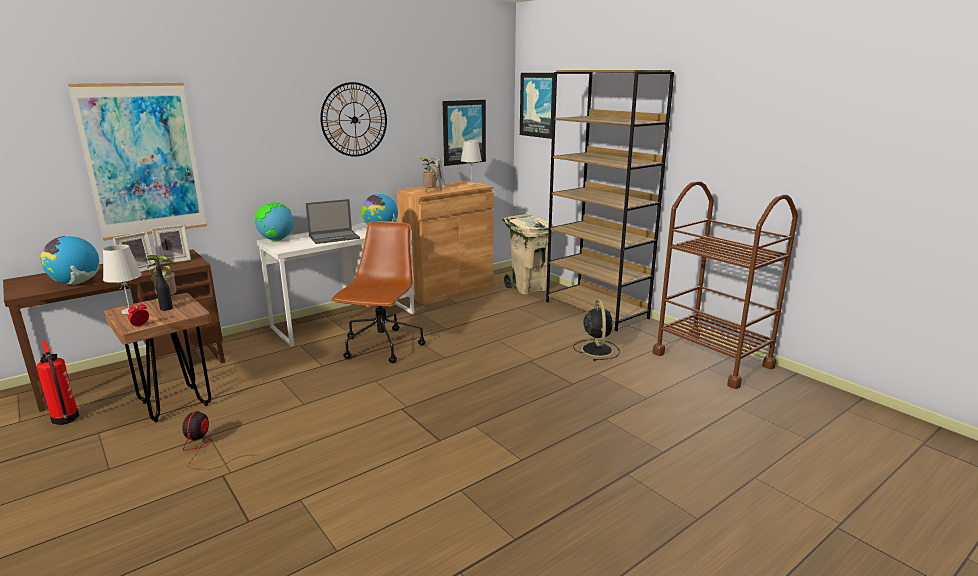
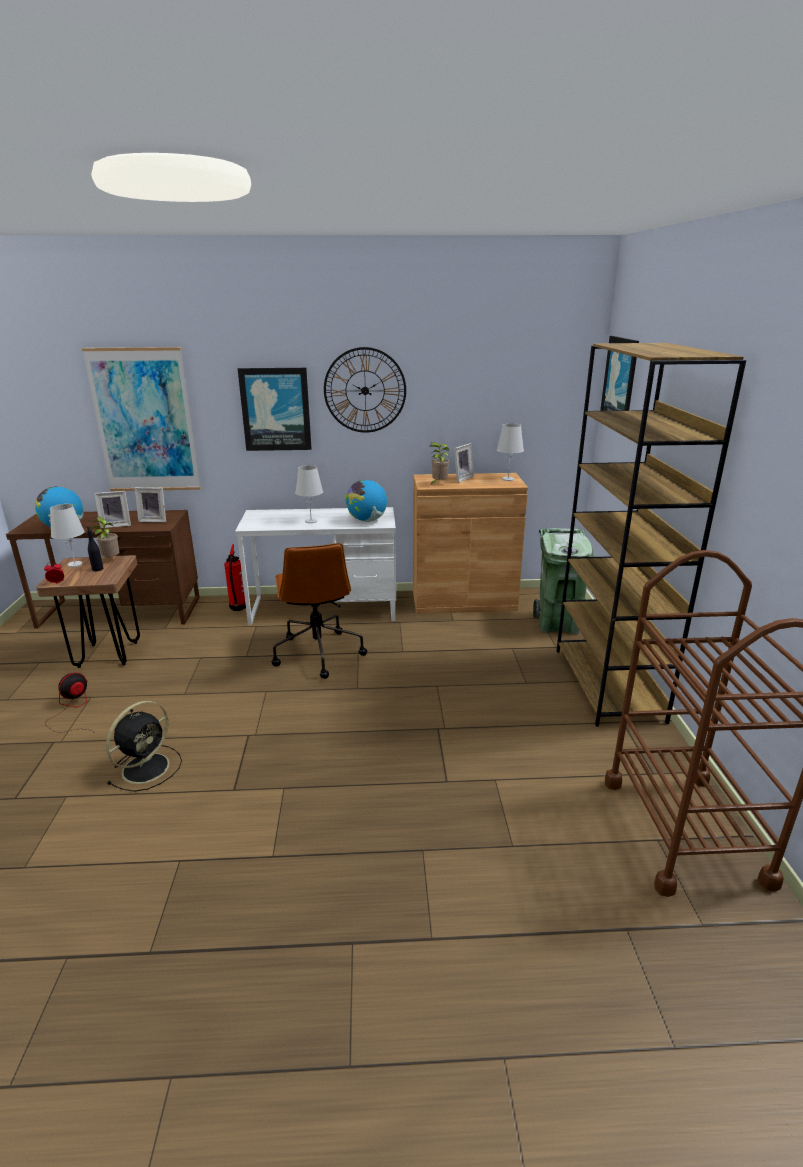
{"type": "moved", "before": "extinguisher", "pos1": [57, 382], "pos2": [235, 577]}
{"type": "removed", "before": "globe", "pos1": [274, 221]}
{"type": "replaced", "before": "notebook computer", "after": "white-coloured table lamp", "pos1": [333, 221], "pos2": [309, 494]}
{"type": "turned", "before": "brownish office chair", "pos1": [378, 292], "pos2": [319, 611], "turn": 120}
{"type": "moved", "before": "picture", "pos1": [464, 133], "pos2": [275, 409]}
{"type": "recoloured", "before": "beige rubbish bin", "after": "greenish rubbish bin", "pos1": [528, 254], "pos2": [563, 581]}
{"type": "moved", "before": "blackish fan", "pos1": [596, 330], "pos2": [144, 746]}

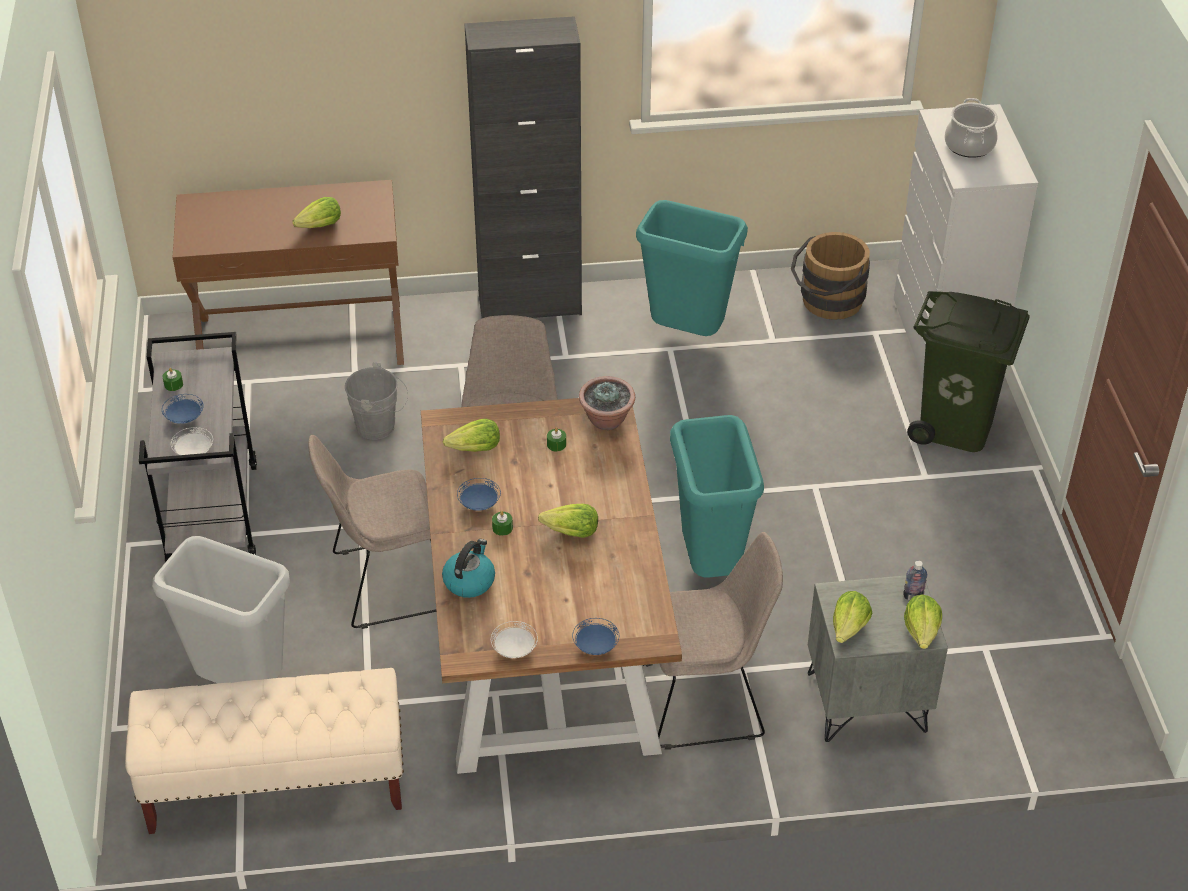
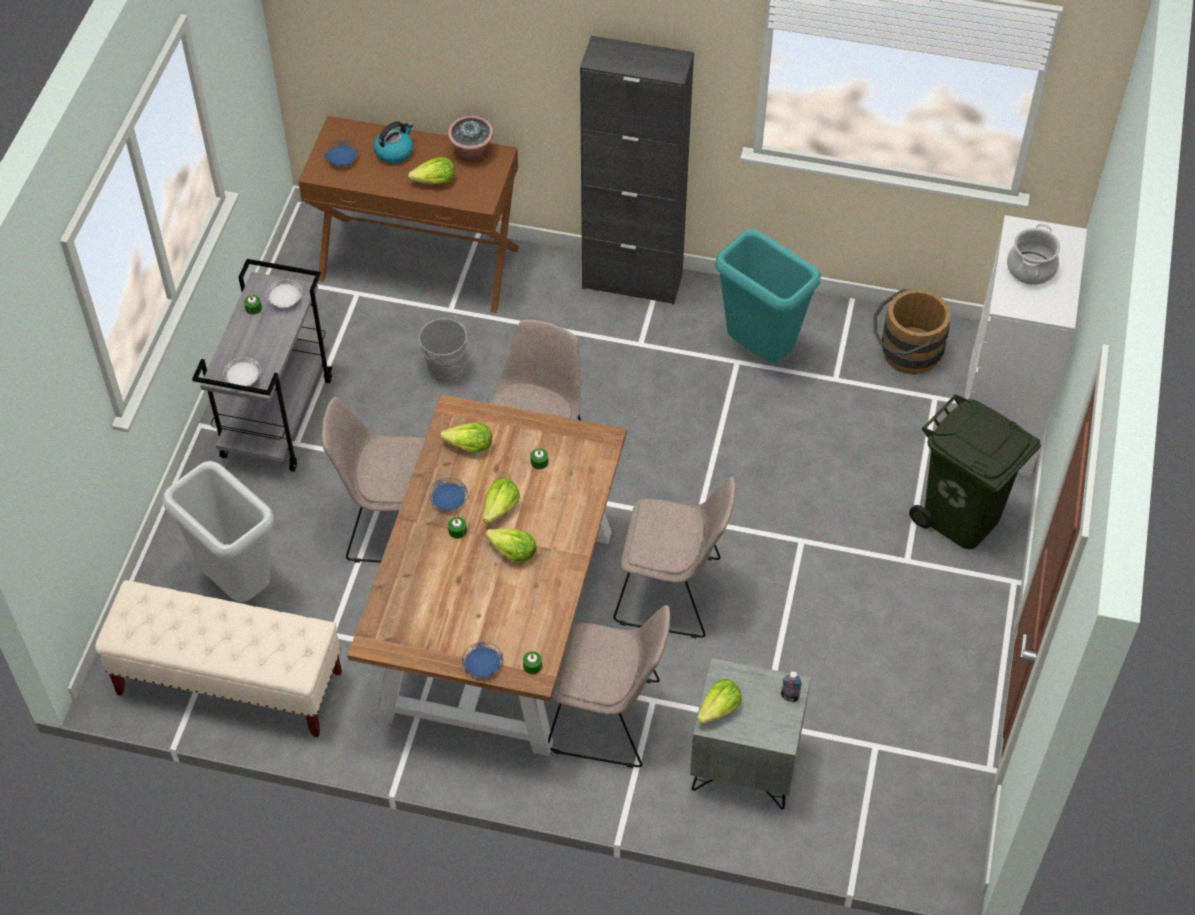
{"type": "moved", "before": "bluish plate", "pos1": [183, 409], "pos2": [341, 153]}
{"type": "moved", "before": "tea kettle", "pos1": [468, 568], "pos2": [393, 142]}
{"type": "moved", "before": "white-coloured plate", "pos1": [514, 639], "pos2": [284, 293]}
{"type": "moved", "before": "potted plant", "pos1": [607, 403], "pos2": [471, 137]}
{"type": "replaced", "before": "turquoise rubbish bin", "after": "beige upright chair", "pos1": [717, 496], "pos2": [674, 557]}
{"type": "moved", "before": "lettuce", "pos1": [923, 621], "pos2": [501, 501]}
{"type": "added", "after": "greenish candle", "pos2": [532, 662]}

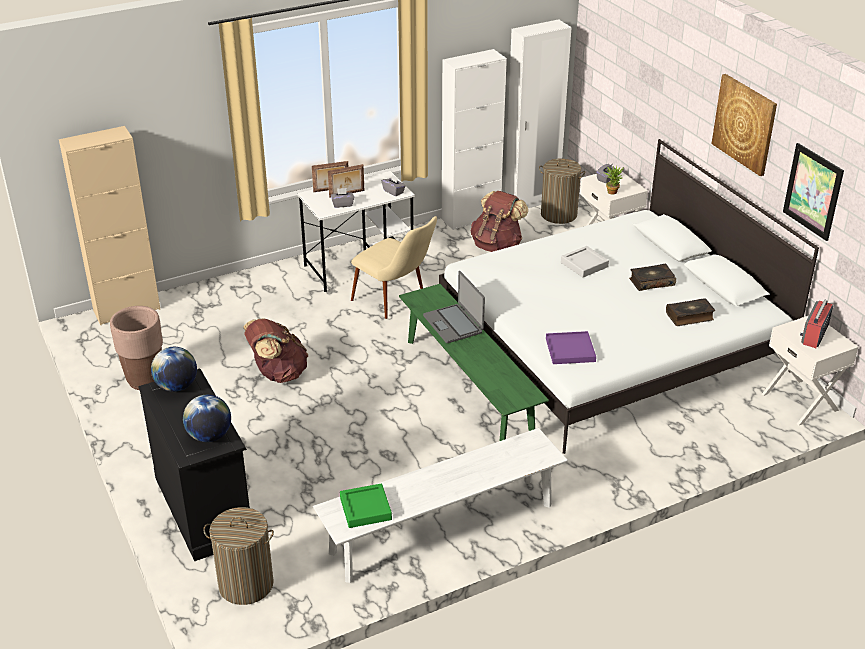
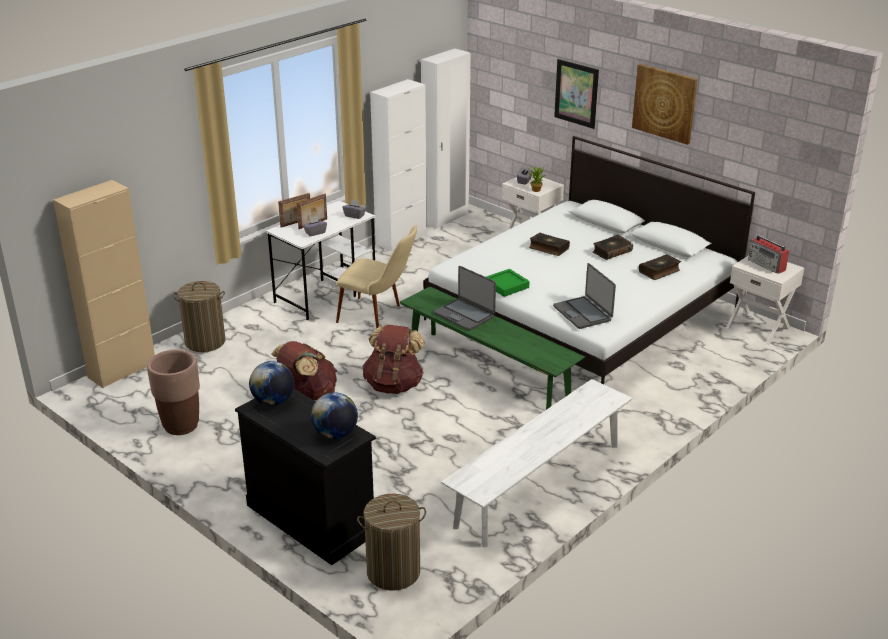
{"type": "moved", "before": "greenish carrying tray", "pos1": [366, 505], "pos2": [508, 283]}
{"type": "moved", "before": "brownish knapsack", "pos1": [499, 221], "pos2": [393, 359]}
{"type": "moved", "before": "hamper", "pos1": [562, 191], "pos2": [199, 316]}
{"type": "replaced", "before": "purplish carrying tray", "after": "notebook computer", "pos1": [571, 347], "pos2": [584, 296]}
{"type": "replaced", "before": "grey carrying tray", "after": "volume", "pos1": [585, 262], "pos2": [549, 244]}
{"type": "moved", "before": "picture", "pos1": [813, 192], "pos2": [576, 94]}
{"type": "turned", "before": "radio receiver", "pos1": [816, 323], "pos2": [768, 254], "turn": -45}

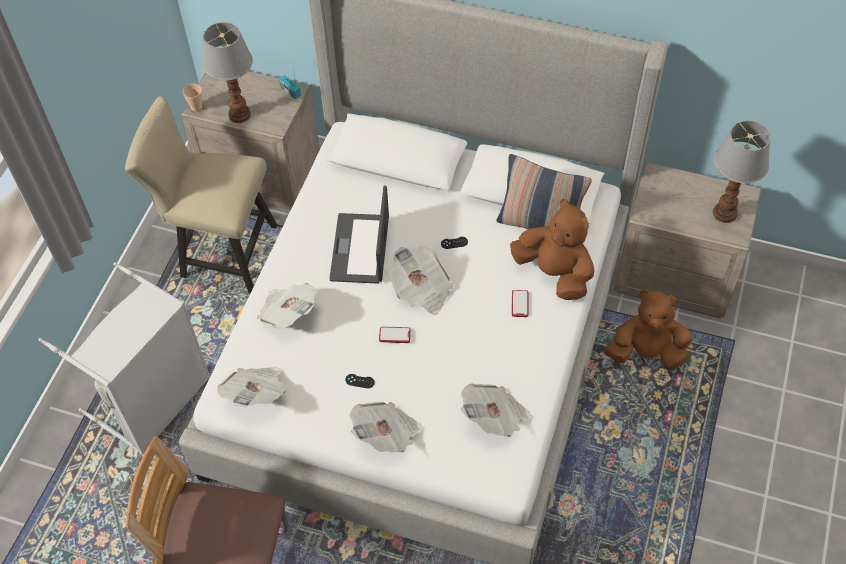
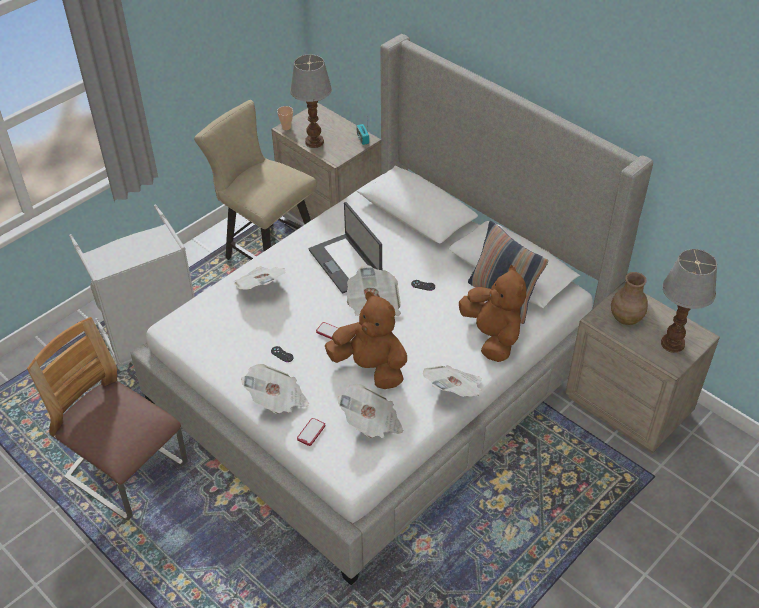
{"type": "moved", "before": "printed paper", "pos1": [251, 387], "pos2": [452, 381]}
{"type": "turned", "before": "notebook computer", "pos1": [359, 235], "pos2": [345, 247], "turn": -60}
{"type": "moved", "before": "handset", "pos1": [520, 303], "pos2": [311, 432]}
{"type": "moved", "before": "brownish soft toy", "pos1": [649, 330], "pos2": [366, 340]}
{"type": "added", "after": "brownish flower vase", "pos2": [629, 298]}

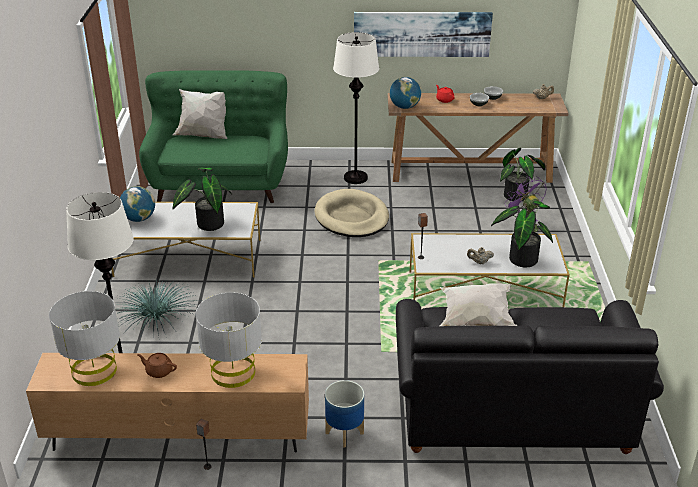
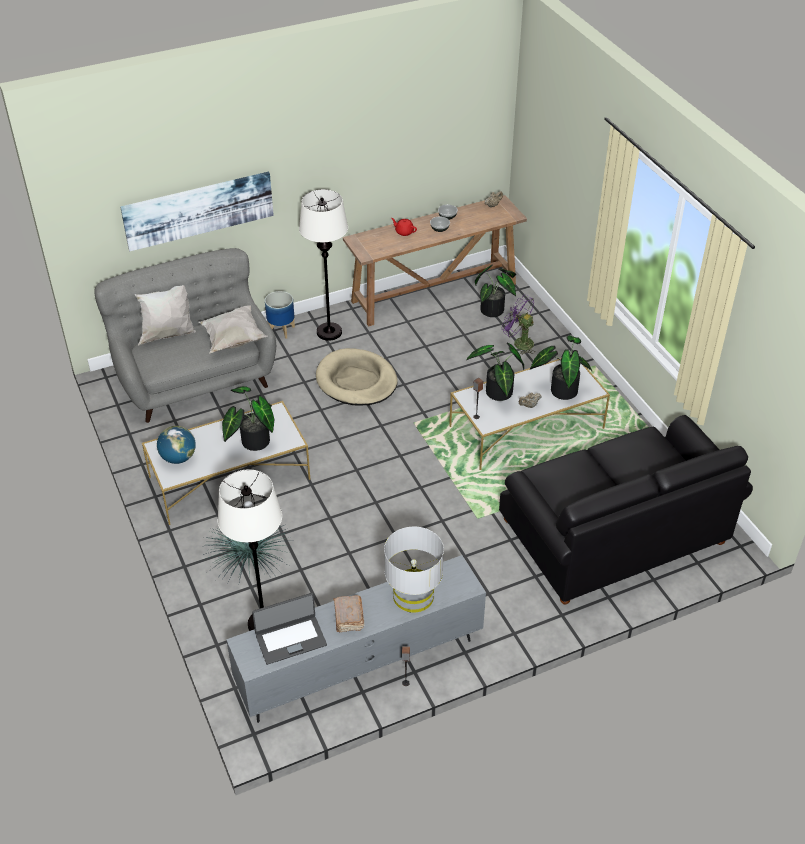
{"type": "recoloured", "before": "brownish tv unit", "after": "grey tv unit", "pos1": [167, 403], "pos2": [356, 639]}
{"type": "replaced", "before": "grey table lamp", "after": "notebook computer", "pos1": [84, 338], "pos2": [289, 629]}
{"type": "replaced", "before": "brownish pot for tea", "after": "brownish volume", "pos1": [157, 365], "pos2": [348, 613]}
{"type": "recoloured", "before": "greenish sofa", "after": "grey sofa", "pos1": [213, 136], "pos2": [185, 335]}
{"type": "moved", "before": "flower pot", "pos1": [344, 413], "pos2": [280, 315]}
{"type": "moved", "before": "picture", "pos1": [423, 34], "pos2": [197, 211]}
{"type": "removed", "before": "globe", "pos1": [405, 93]}
{"type": "moved", "before": "white-coloured cushion", "pos1": [478, 304], "pos2": [233, 329]}
{"type": "added", "after": "potted plant", "pos2": [495, 371]}

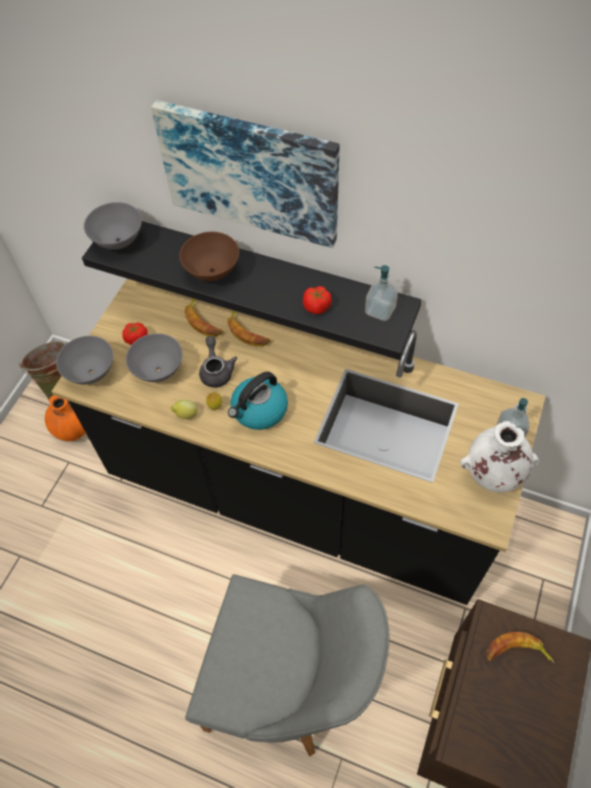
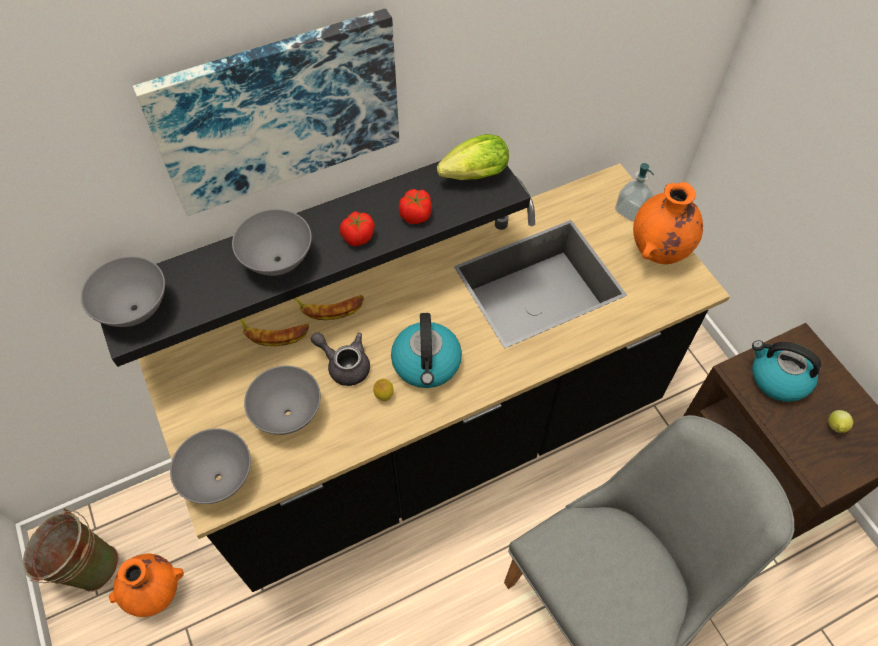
{"type": "moved", "before": "fresh tomato", "pos1": [135, 333], "pos2": [357, 229]}
{"type": "moved", "before": "citrus fruit", "pos1": [184, 409], "pos2": [840, 421]}
{"type": "recoloured", "before": "brownish deep dish", "after": "grey deep dish", "pos1": [209, 256], "pos2": [272, 242]}
{"type": "replaced", "before": "liquid soap bottle", "after": "lettuce", "pos1": [381, 293], "pos2": [473, 157]}
{"type": "recoloured", "before": "white-coloured flower vase", "after": "orange-coloured flower vase", "pos1": [499, 457], "pos2": [668, 223]}
{"type": "replaced", "before": "banana", "after": "tea kettle", "pos1": [521, 647], "pos2": [786, 371]}

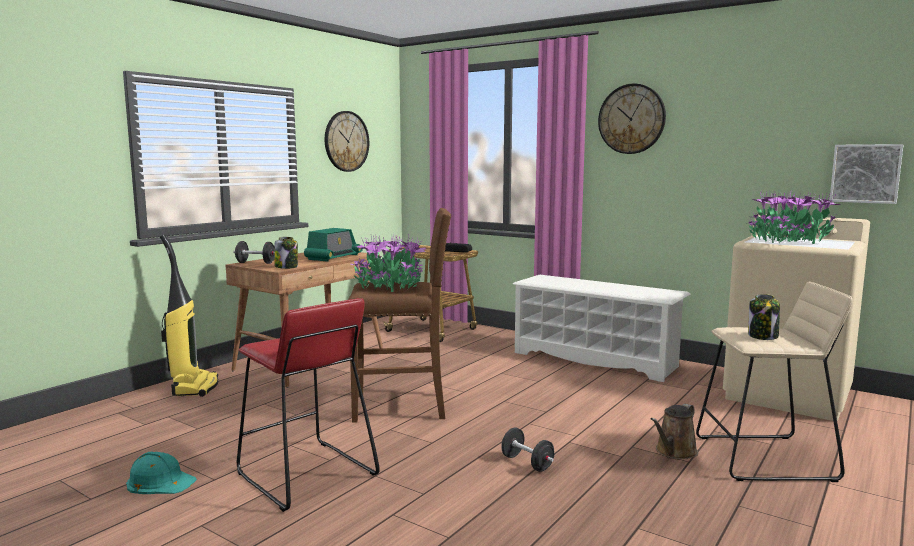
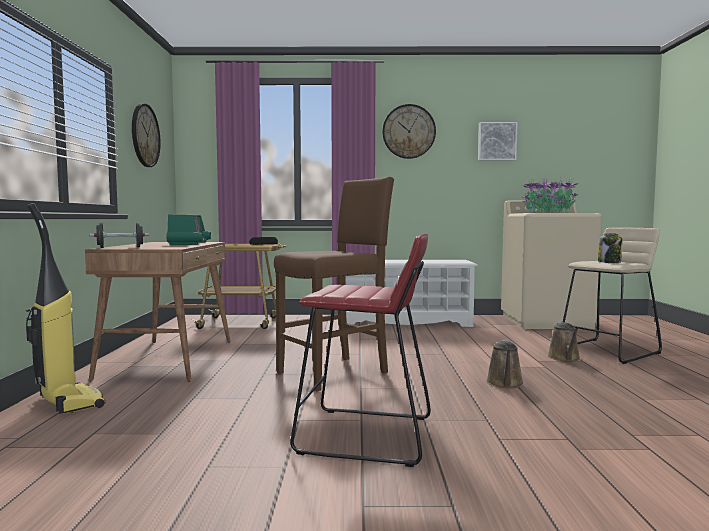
{"type": "removed", "before": "turquoise hard hat", "pos1": [161, 473]}
{"type": "removed", "before": "preserve jar", "pos1": [286, 253]}
{"type": "removed", "before": "potted plant", "pos1": [388, 263]}
{"type": "replaced", "before": "blackish hand weight", "after": "brownish watering can", "pos1": [527, 450], "pos2": [505, 364]}
{"type": "moved", "before": "picture", "pos1": [867, 174], "pos2": [497, 141]}

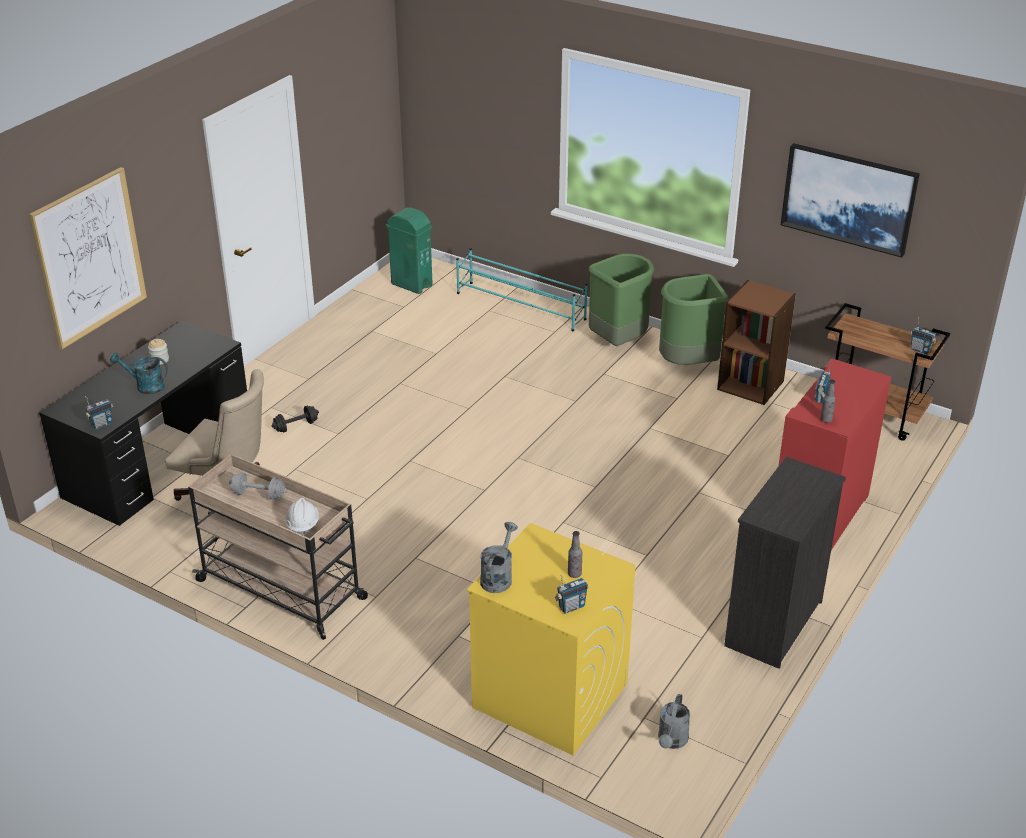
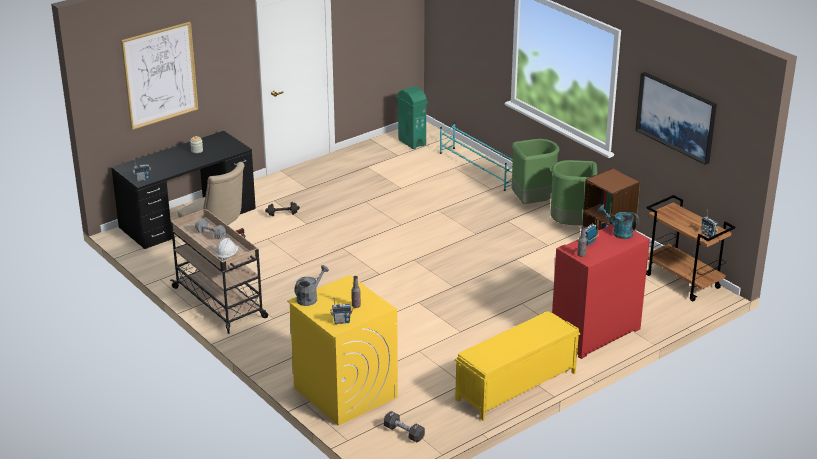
{"type": "moved", "before": "turquoise watering can", "pos1": [139, 373], "pos2": [618, 221]}
{"type": "replaced", "before": "grey watering can", "after": "blackish hand weight", "pos1": [674, 721], "pos2": [404, 426]}
{"type": "replaced", "before": "blackish chest of drawers", "after": "yellow indoor bench", "pos1": [785, 563], "pos2": [517, 366]}

